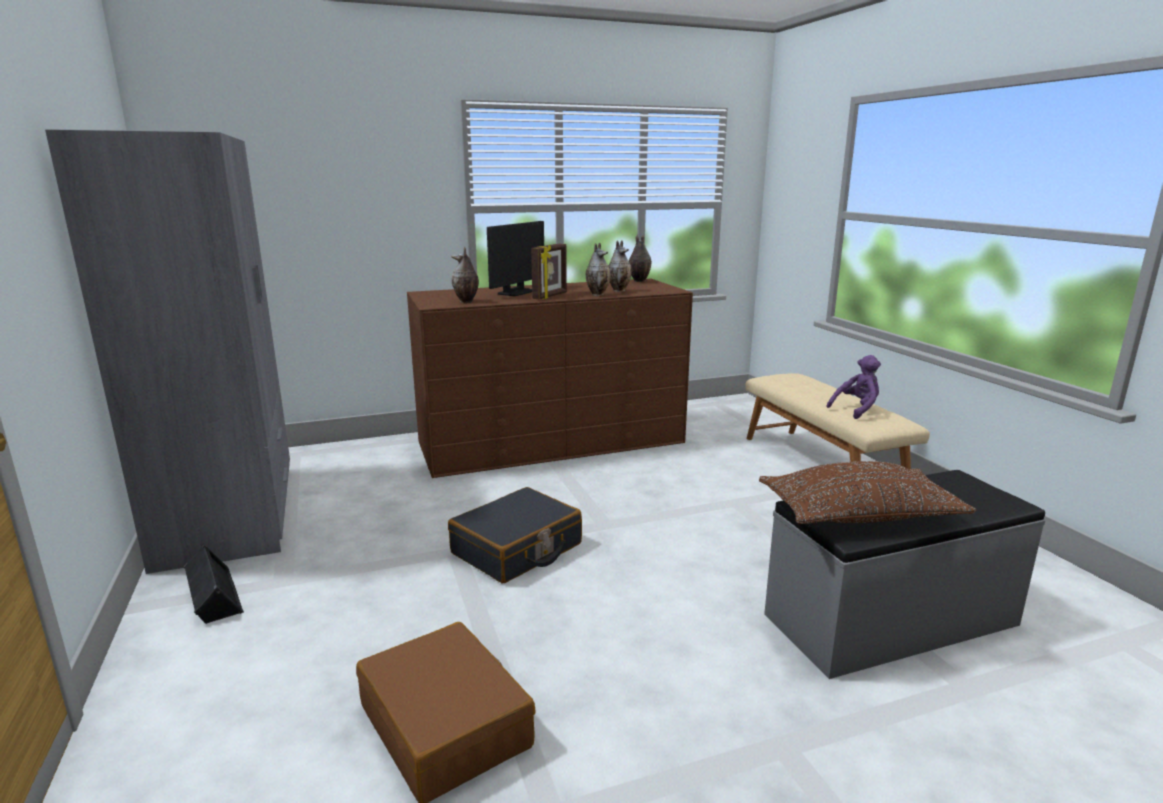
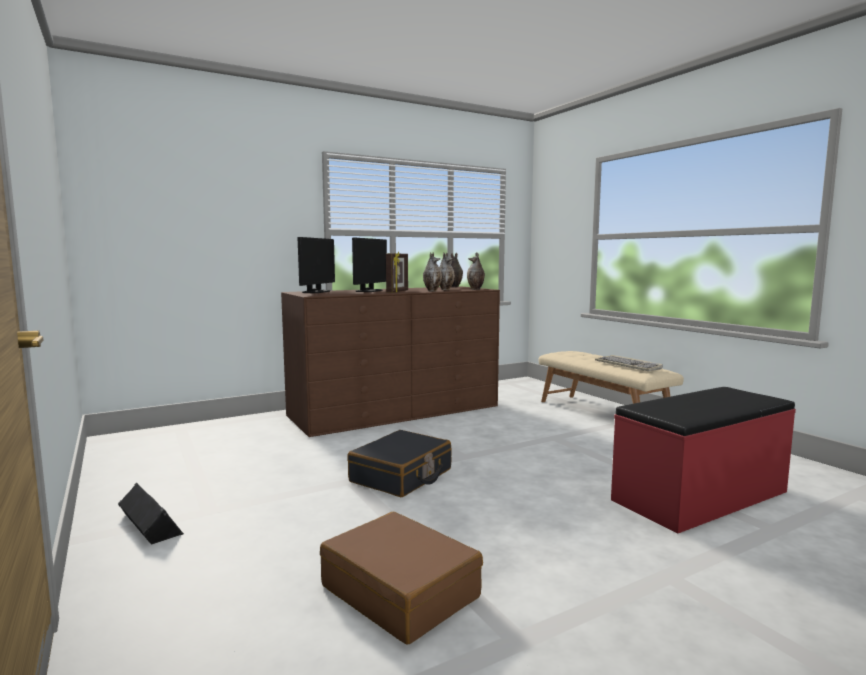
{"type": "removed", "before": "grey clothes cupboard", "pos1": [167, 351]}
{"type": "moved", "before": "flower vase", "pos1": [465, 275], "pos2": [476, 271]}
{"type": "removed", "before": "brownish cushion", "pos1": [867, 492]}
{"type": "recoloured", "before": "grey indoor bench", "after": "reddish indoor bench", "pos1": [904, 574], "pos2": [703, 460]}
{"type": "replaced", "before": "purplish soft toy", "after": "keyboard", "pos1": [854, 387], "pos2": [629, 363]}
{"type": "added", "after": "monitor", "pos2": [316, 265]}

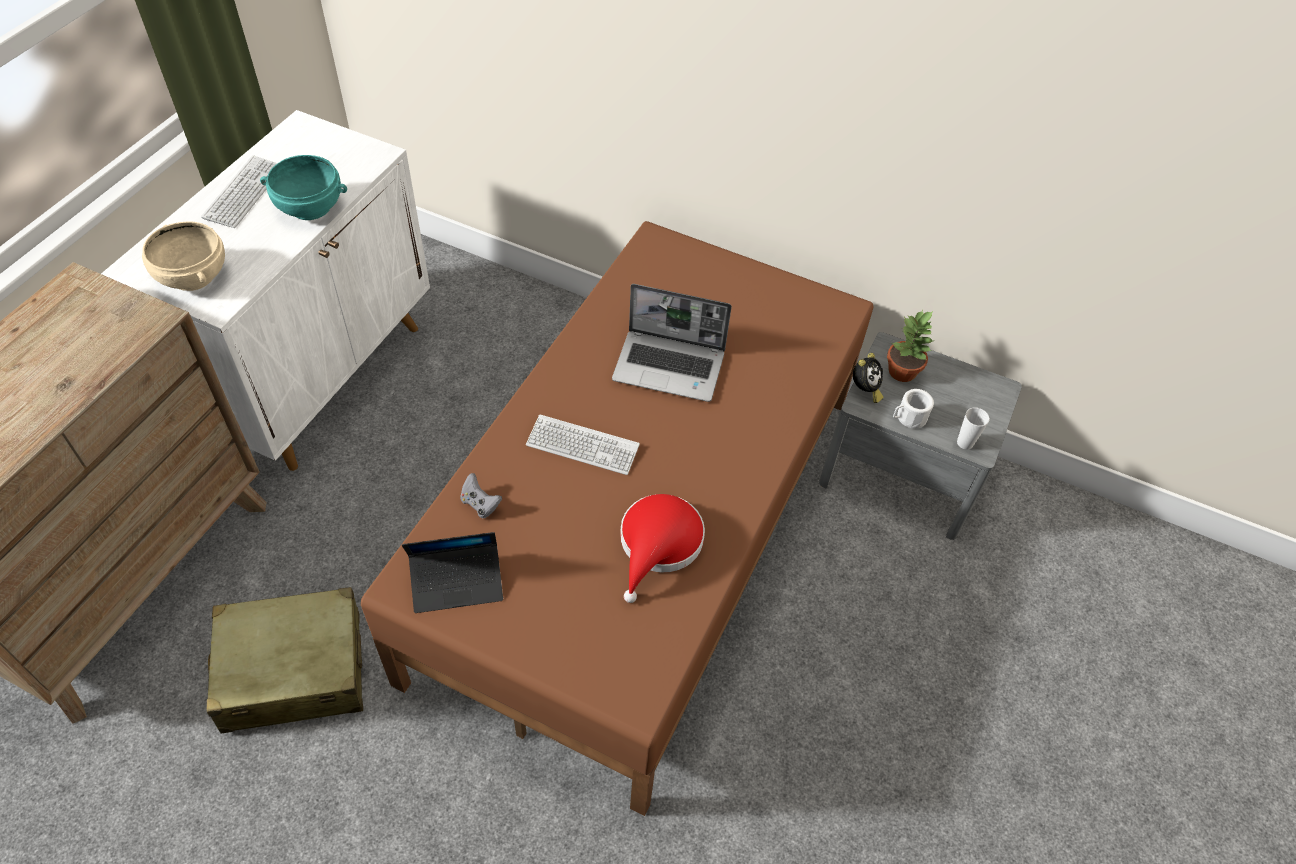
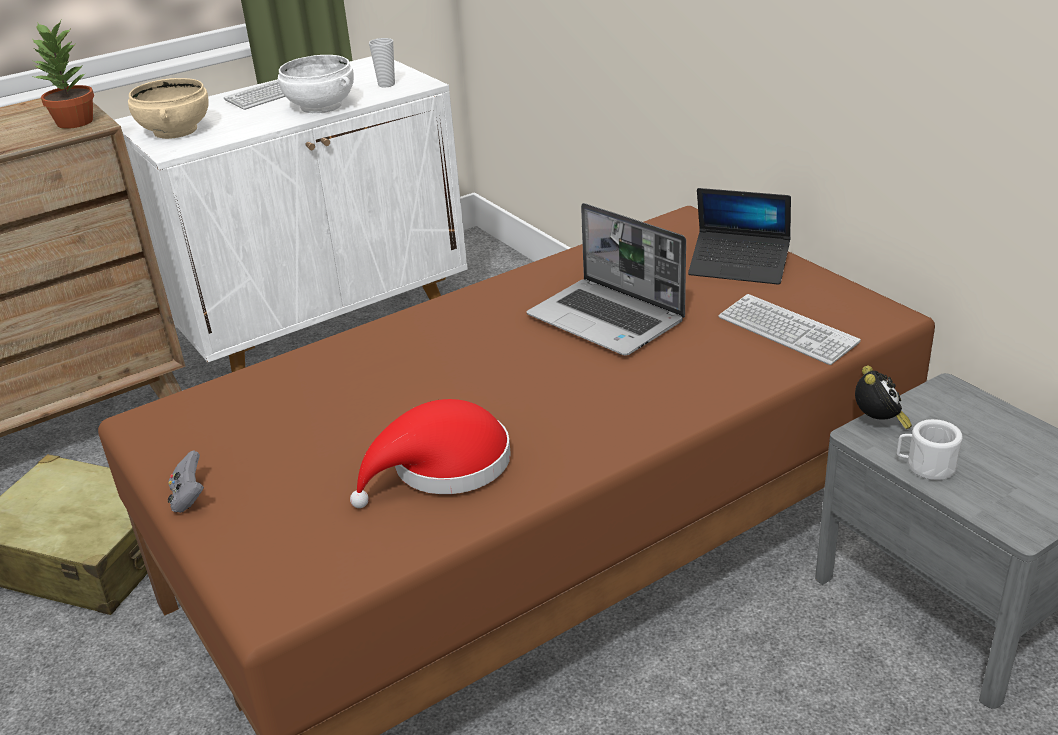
{"type": "recoloured", "before": "turquoise deep dish", "after": "white-coloured deep dish", "pos1": [303, 187], "pos2": [316, 84]}
{"type": "moved", "before": "notebook computer", "pos1": [452, 572], "pos2": [739, 236]}
{"type": "moved", "before": "grey joypad", "pos1": [481, 495], "pos2": [186, 481]}
{"type": "moved", "before": "keyboard", "pos1": [583, 445], "pos2": [789, 329]}
{"type": "turned", "before": "table clock", "pos1": [868, 378], "pos2": [883, 397], "turn": -60}
{"type": "moved", "before": "potted plant", "pos1": [910, 346], "pos2": [62, 75]}
{"type": "moved", "before": "drinking cup", "pos1": [973, 428], "pos2": [382, 62]}

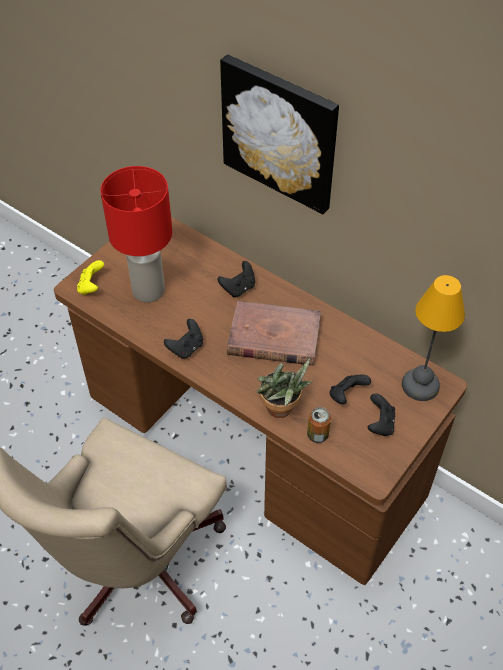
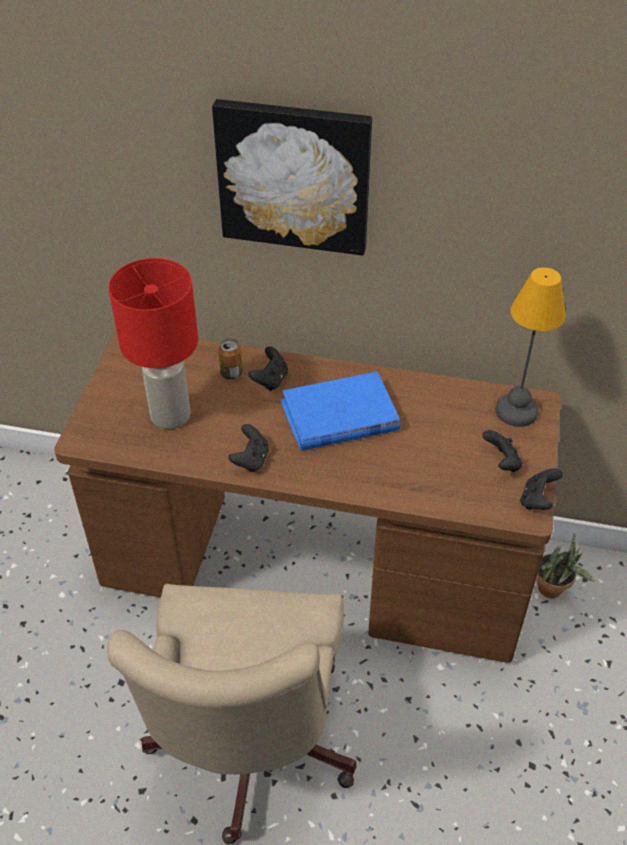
{"type": "removed", "before": "yellow joypad", "pos1": [90, 277]}
{"type": "recoloured", "before": "brownish volume", "after": "bluish volume", "pos1": [274, 333], "pos2": [340, 411]}
{"type": "moved", "before": "potted plant", "pos1": [284, 388], "pos2": [565, 565]}
{"type": "moved", "before": "can", "pos1": [319, 425], "pos2": [230, 358]}
{"type": "moved", "before": "blackish joypad", "pos1": [350, 389], "pos2": [541, 489]}

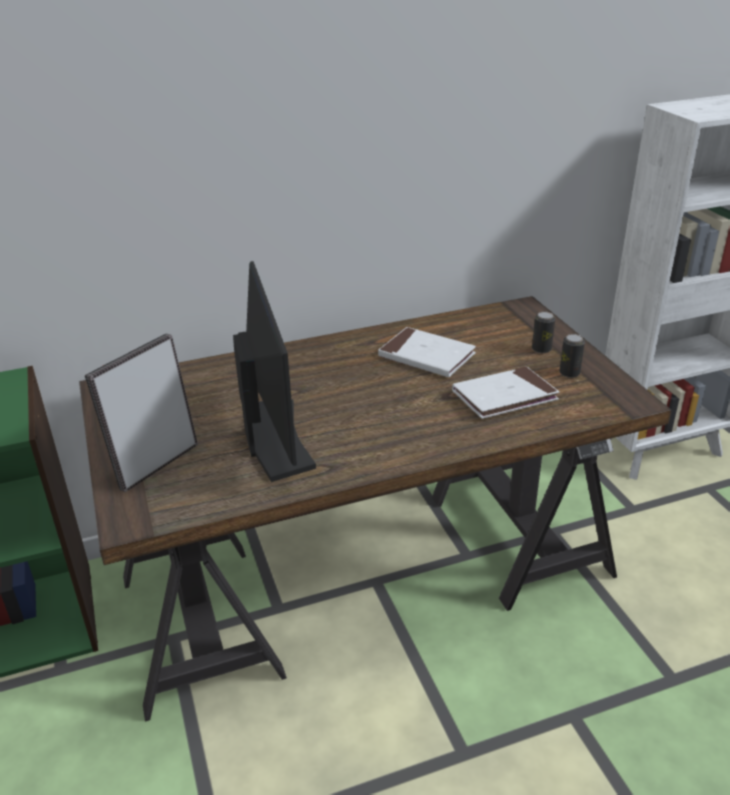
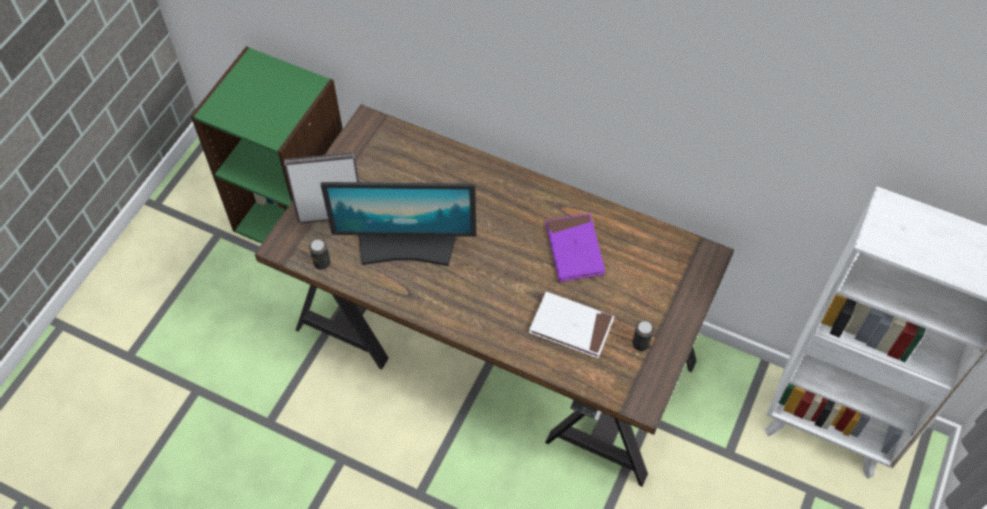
{"type": "turned", "before": "monitor", "pos1": [274, 371], "pos2": [398, 224], "turn": 60}
{"type": "recoloured", "before": "white-coloured volume", "after": "purplish volume", "pos1": [427, 352], "pos2": [575, 248]}
{"type": "moved", "before": "can", "pos1": [543, 332], "pos2": [320, 254]}

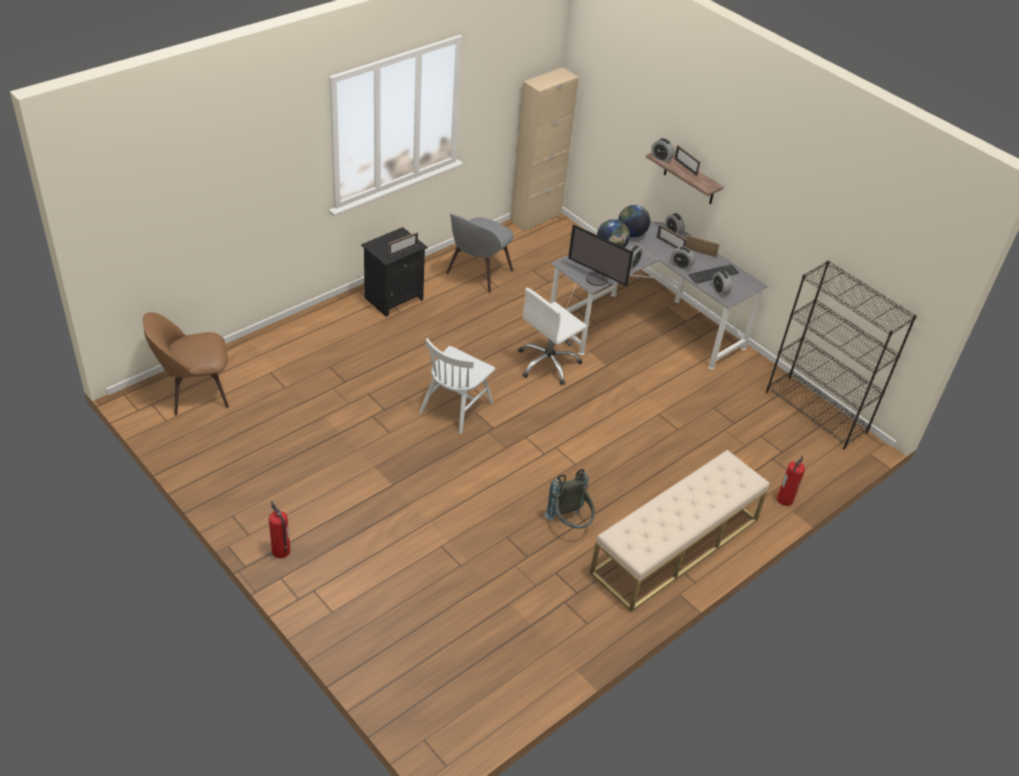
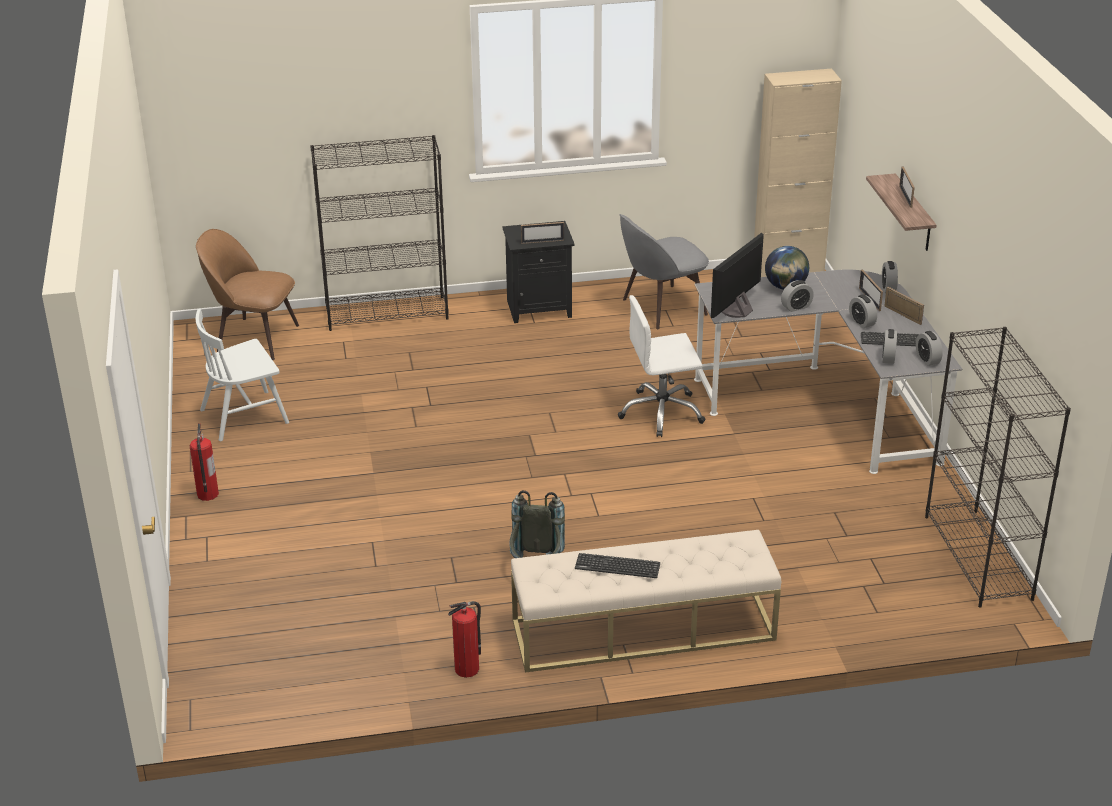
{"type": "moved", "before": "white-coloured upright chair", "pos1": [457, 386], "pos2": [242, 375]}
{"type": "turned", "before": "monitor", "pos1": [601, 255], "pos2": [737, 275], "turn": 60}
{"type": "removed", "before": "globe", "pos1": [634, 221]}
{"type": "moved", "before": "table clock", "pos1": [663, 150], "pos2": [929, 348]}
{"type": "moved", "before": "extinguisher", "pos1": [791, 481], "pos2": [464, 639]}
{"type": "added", "after": "blackish shelving unit", "pos2": [379, 233]}
{"type": "added", "after": "keyboard", "pos2": [617, 565]}

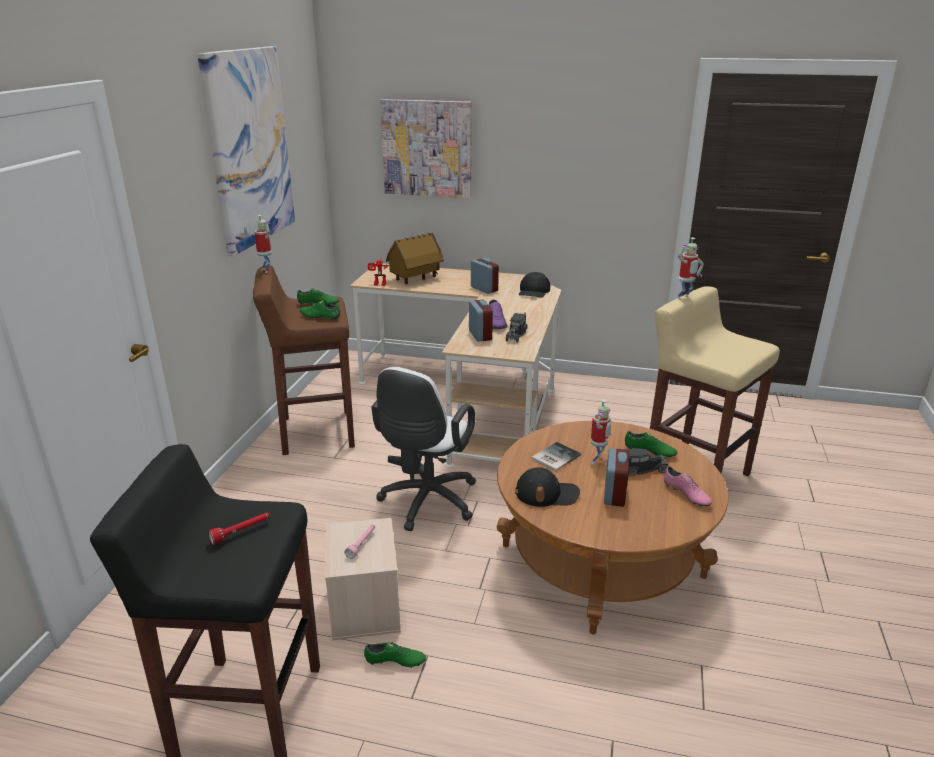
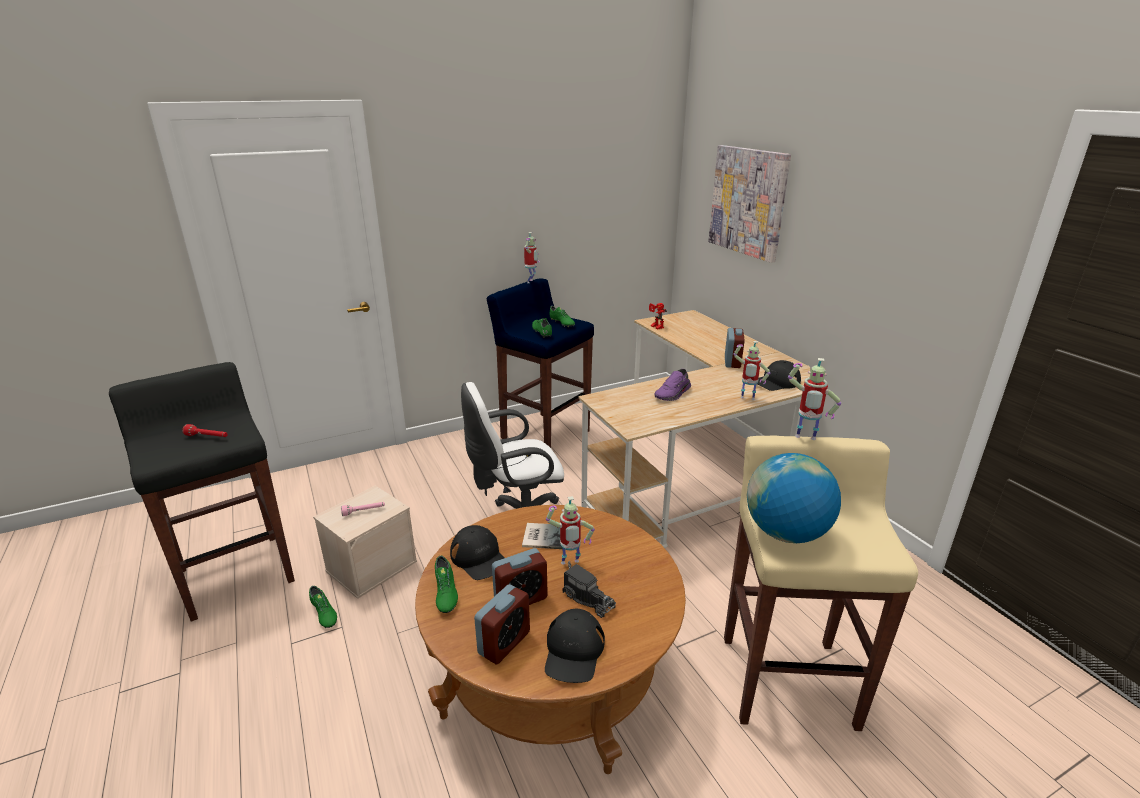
{"type": "removed", "before": "picture", "pos1": [246, 151]}
{"type": "recoloured", "before": "brownish sitting stool", "after": "bluish sitting stool", "pos1": [304, 360], "pos2": [540, 363]}
{"type": "removed", "before": "miniature house", "pos1": [415, 258]}
{"type": "moved", "before": "table clock", "pos1": [481, 321], "pos2": [502, 624]}
{"type": "removed", "before": "toy truck", "pos1": [516, 328]}
{"type": "moved", "before": "greenish low shoe", "pos1": [651, 444], "pos2": [446, 584]}
{"type": "replaced", "before": "pink-coloured low shoe", "after": "blackish peaked cap", "pos1": [688, 486], "pos2": [575, 646]}
{"type": "added", "after": "toy robot", "pos2": [751, 370]}
{"type": "added", "after": "globe", "pos2": [794, 498]}

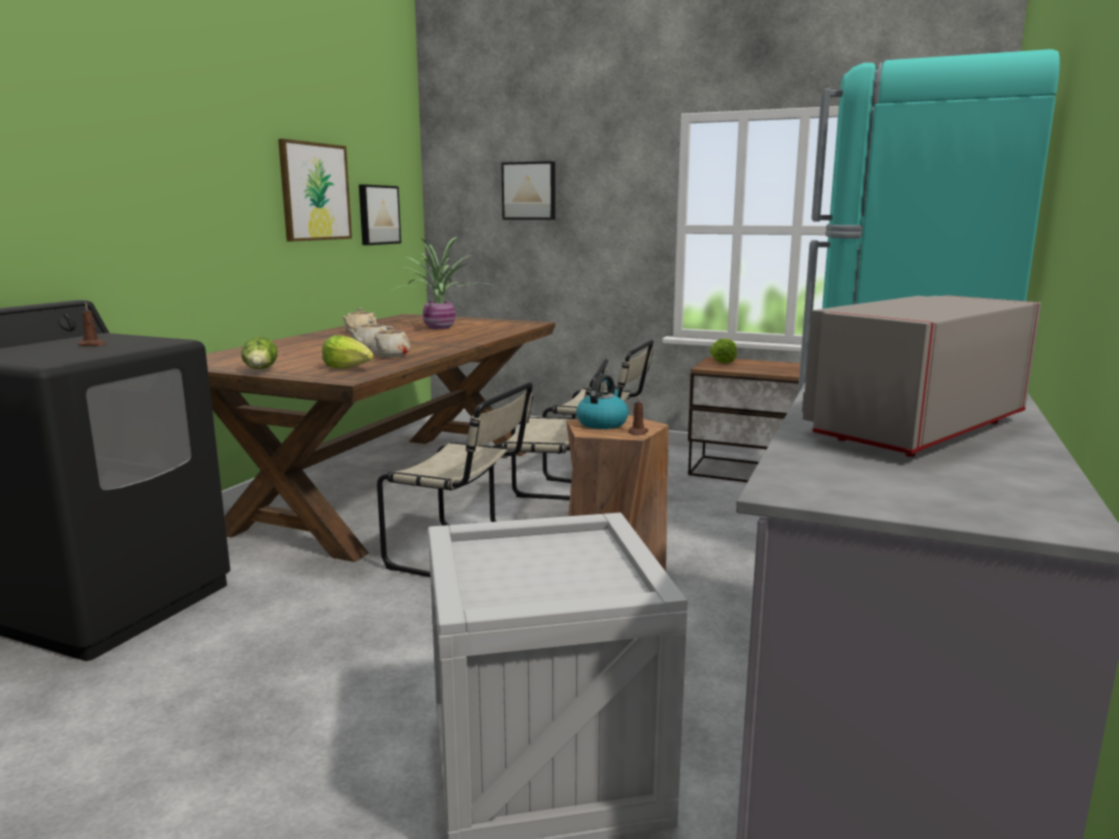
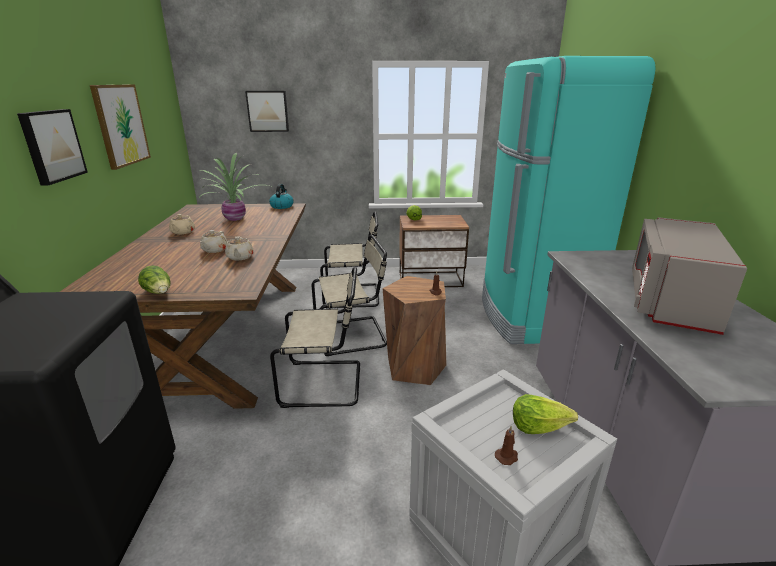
{"type": "moved", "before": "brownish candle", "pos1": [92, 324], "pos2": [506, 445]}
{"type": "moved", "before": "lettuce", "pos1": [348, 352], "pos2": [545, 414]}
{"type": "moved", "before": "picture", "pos1": [380, 214], "pos2": [52, 147]}
{"type": "moved", "before": "tea kettle", "pos1": [602, 401], "pos2": [281, 196]}

